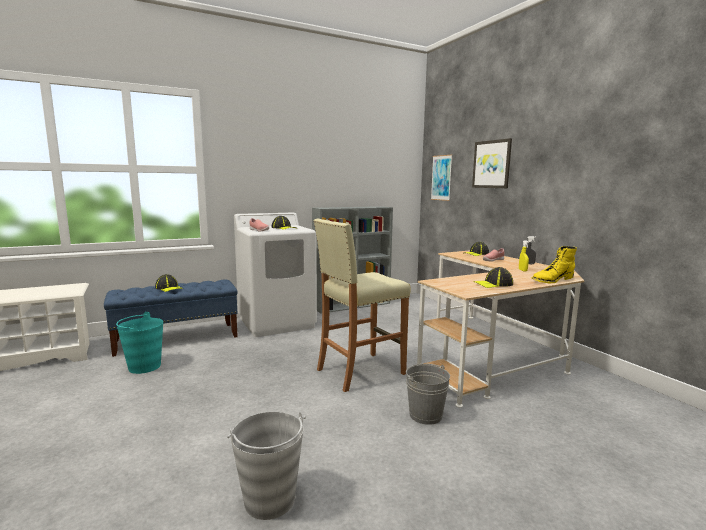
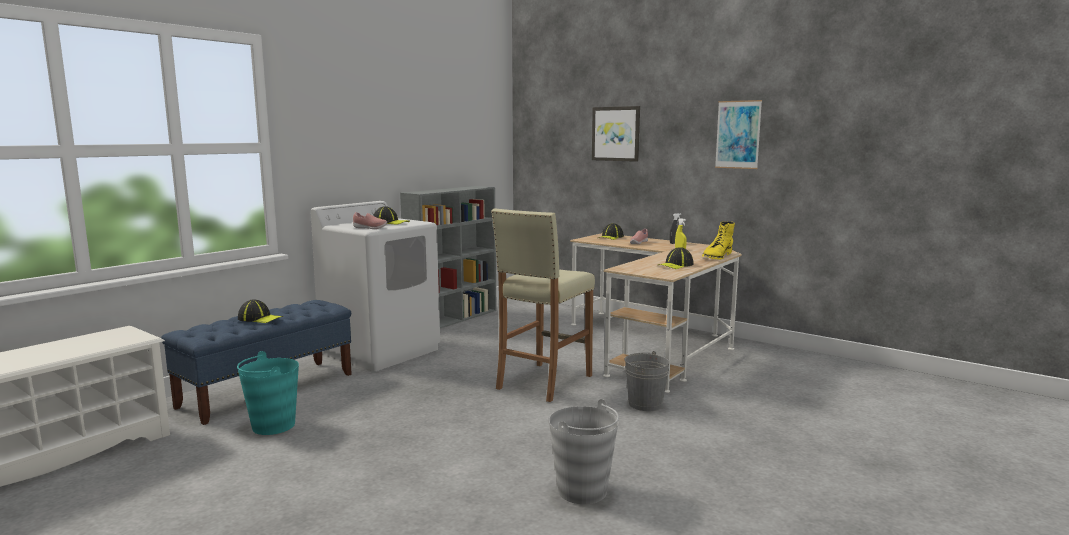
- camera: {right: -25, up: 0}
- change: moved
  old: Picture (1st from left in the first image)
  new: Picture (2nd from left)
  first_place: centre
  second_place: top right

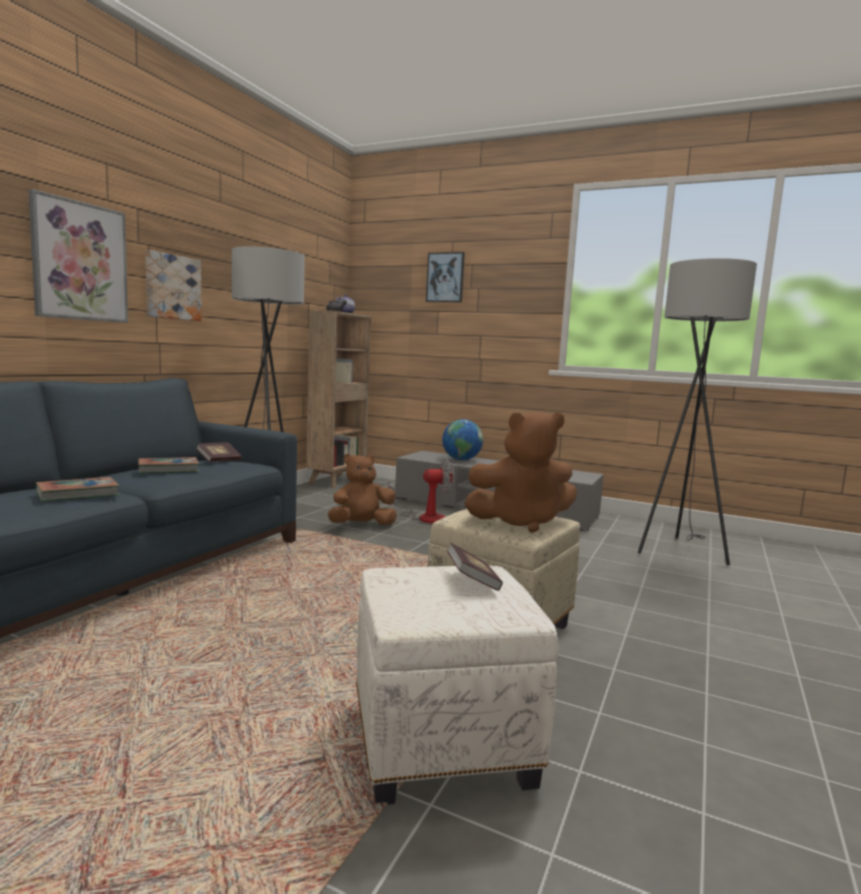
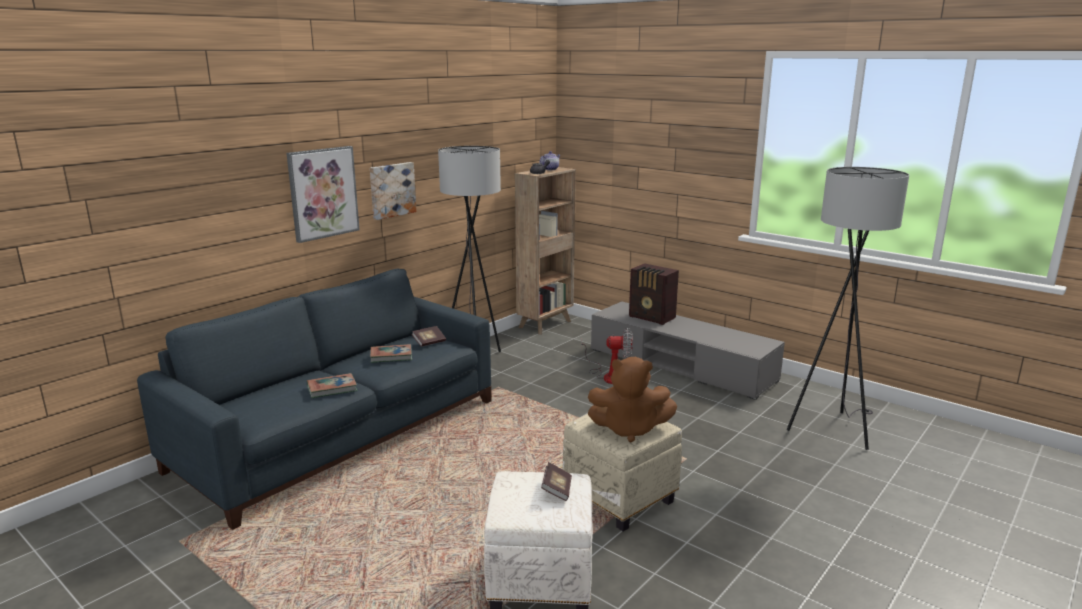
- camera: {right: 15, up: 10}
- change: removed
  old: BrownishPlushToy (1st from left)
  first_place: centre
- change: removed
  old: Picture (3rd from left)
  first_place: top centre
- change: replaced
  old: DeskGlobe
  new: Radio
  first_place: centre
  second_place: centre

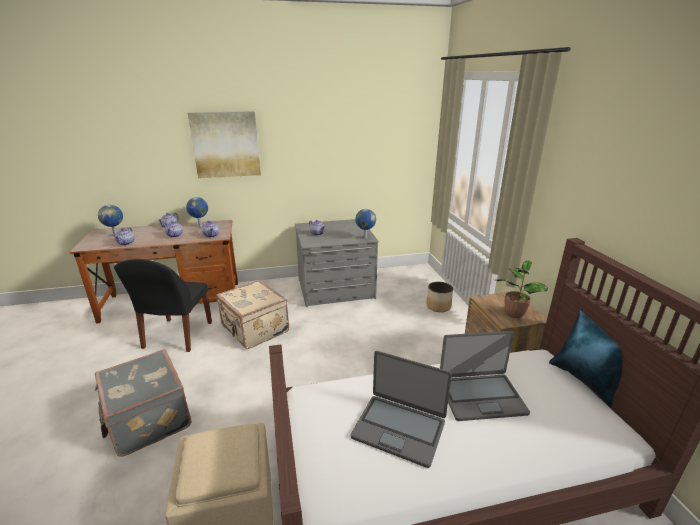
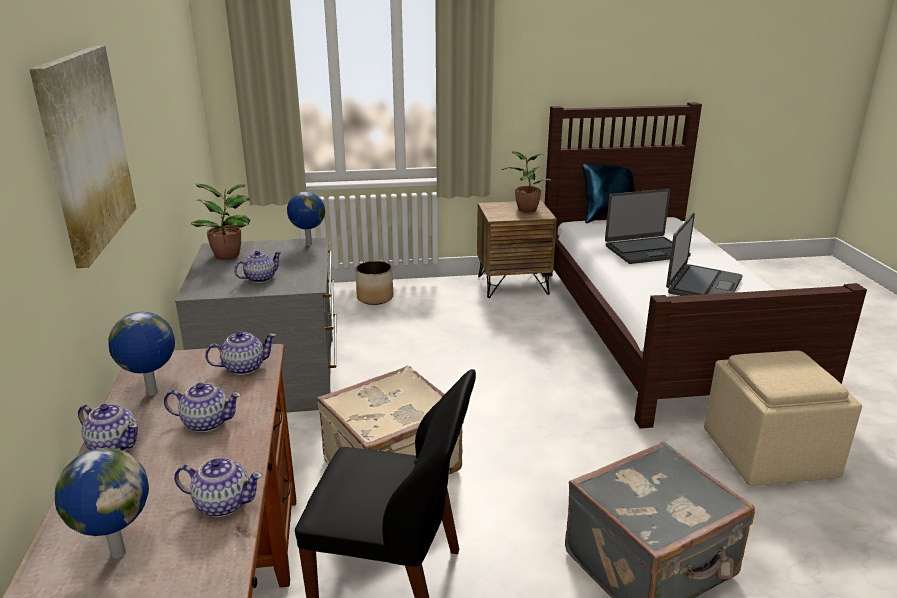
- camera: {right: -85, up: 0}
- change: added
  new: PottedPlant (1st from left)
  second_place: middle left
- change: turned
  old: Laptop (2nd from left in the first image)
  first_place: bottom right
  second_place: middle right
  degrees: 75

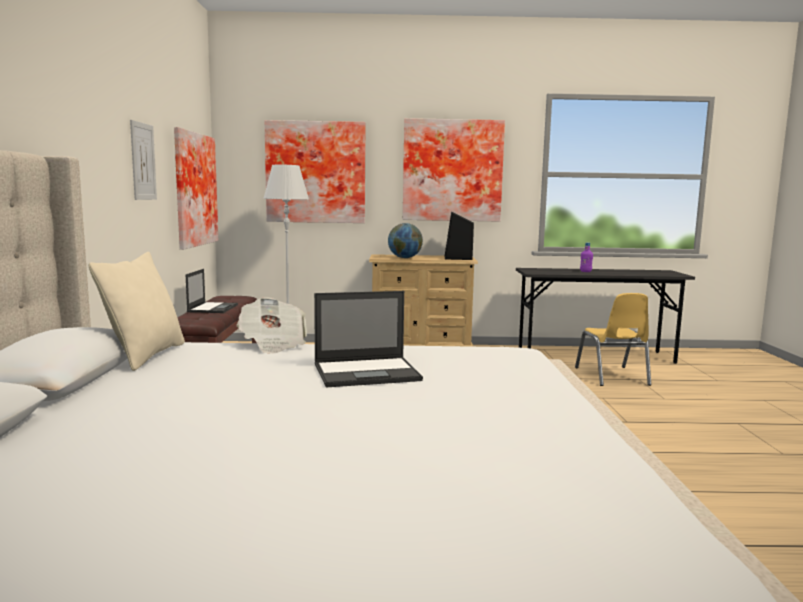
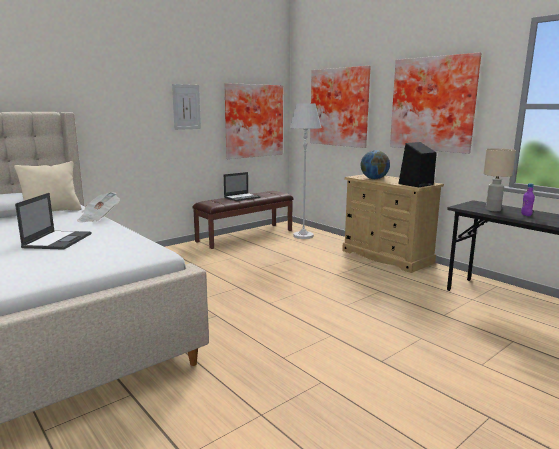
- camera: {right: 50, up: 5}
- change: removed
  old: YellowUprightChair
  first_place: middle right
- change: added
  new: BeigeTabletopLamp
  second_place: middle right
- change: turned
  old: Laptop (2nd from left in the first image)
  first_place: centre
  second_place: middle left
  degrees: -120

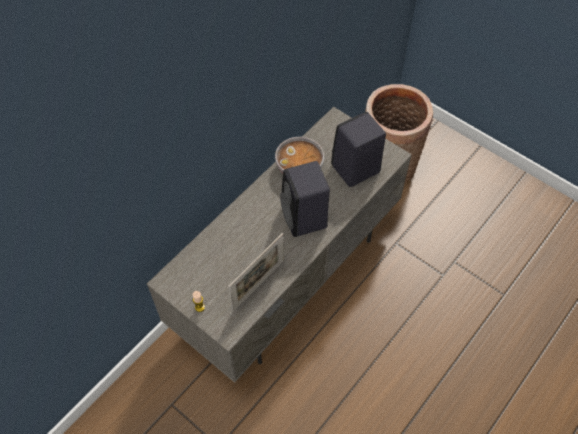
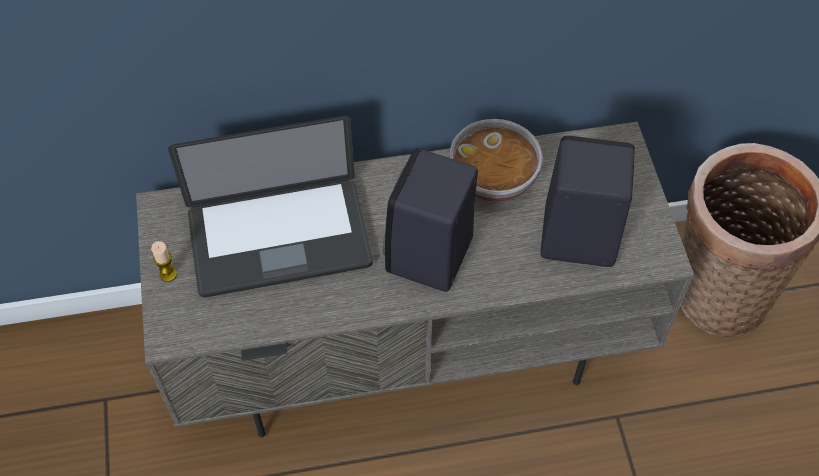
- camera: {right: 40, up: 0}
- change: removed
  old: PictureFrame
  first_place: centre
- change: added
  new: Laptop
  second_place: middle left

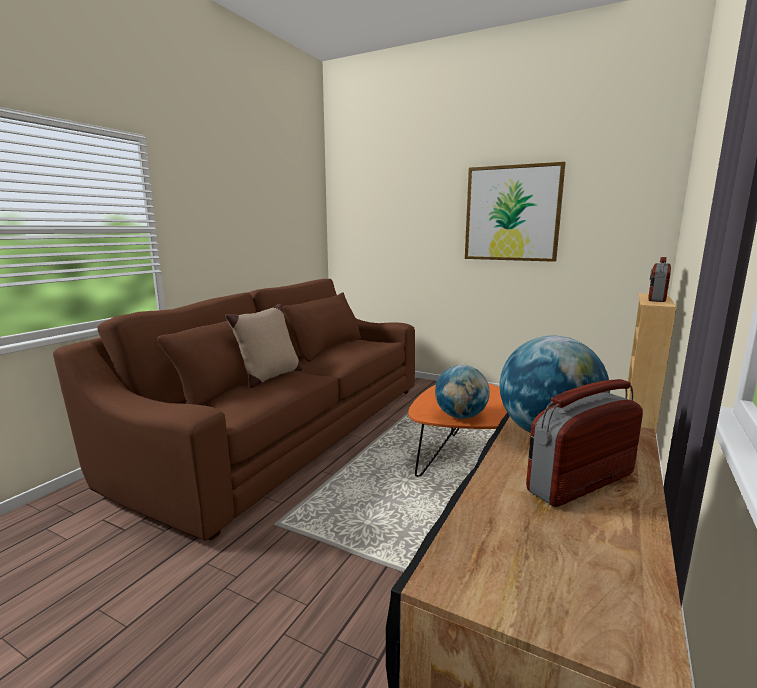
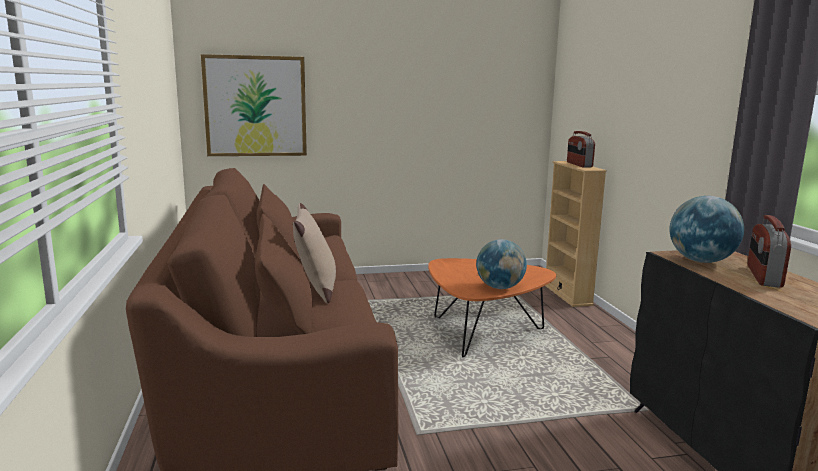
- camera: {right: -40, up: 0}
- change: moved
  old: Picture
  first_place: top right
  second_place: top left

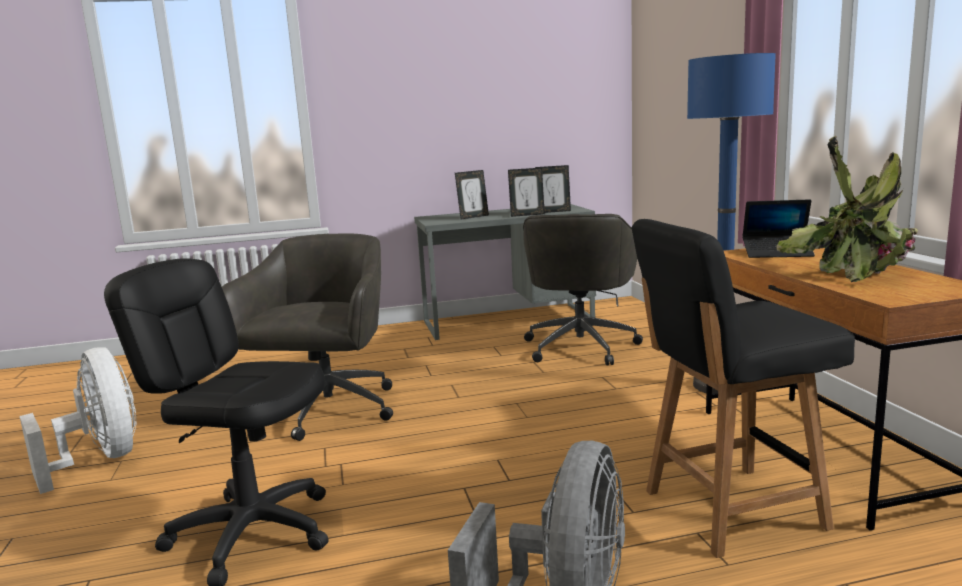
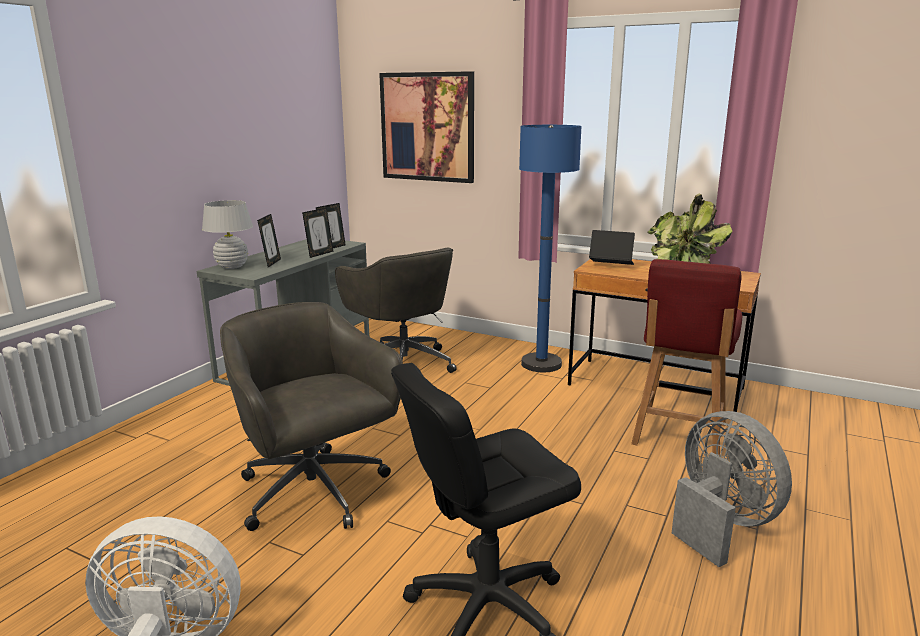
- camera: {right: -50, up: 5}
- change: added
  new: WhiteColouredTabletopLamp
  second_place: middle left
- change: added
  new: Picture
  second_place: top centre
- change: recoloured
  old: BlackishUprightChair
  new: RedUprightChair
  first_place: middle right
  second_place: middle right
- change: turned
  old: Laptop
  first_place: middle right
  second_place: centre
  degrees: -120

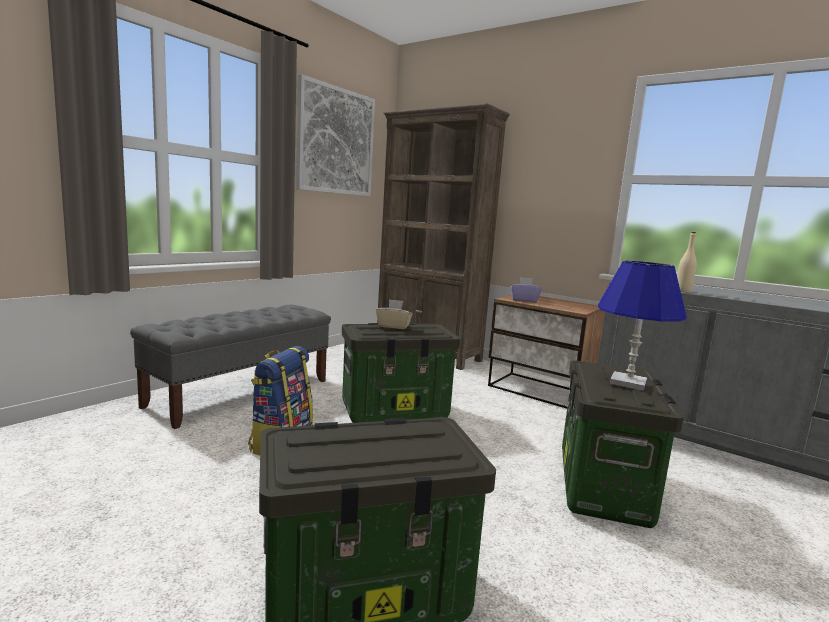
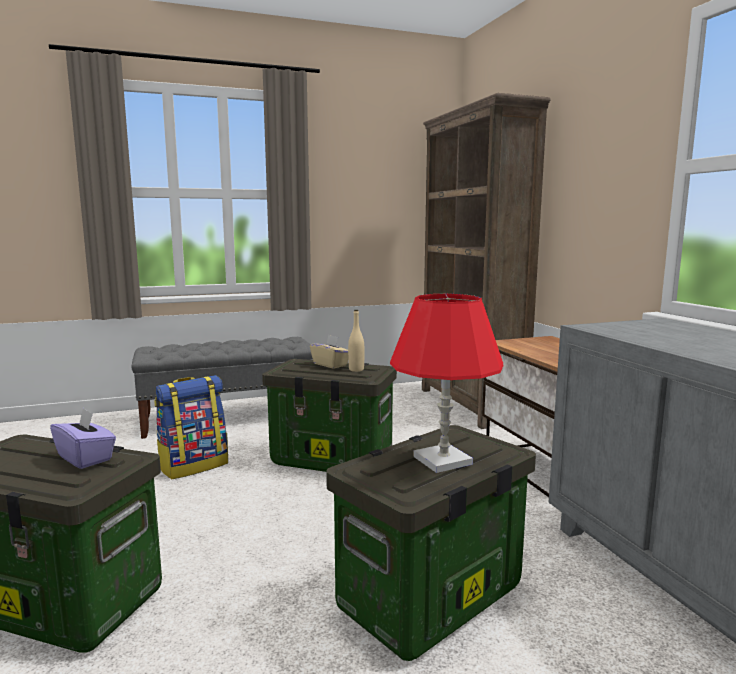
- camera: {right: 35, up: 0}
- change: removed
  old: Picture
  first_place: top centre
- change: moved
  old: PurpleColouredBoxOfTissues
  first_place: centre
  second_place: middle left
- change: moved
  old: BeigeBeverageBottle
  first_place: middle right
  second_place: centre
- change: recoloured
  old: BlueColouredTabletopLamp
  new: RedTabletopLamp
  first_place: middle right
  second_place: centre

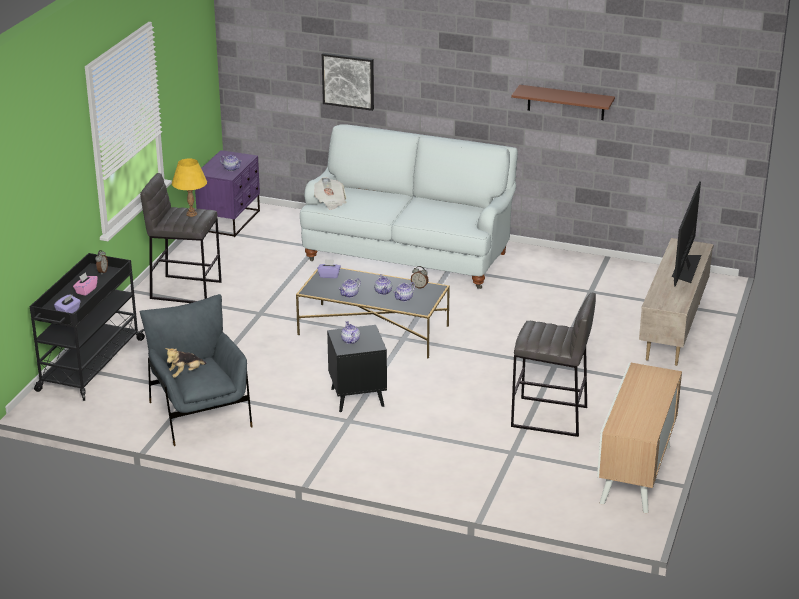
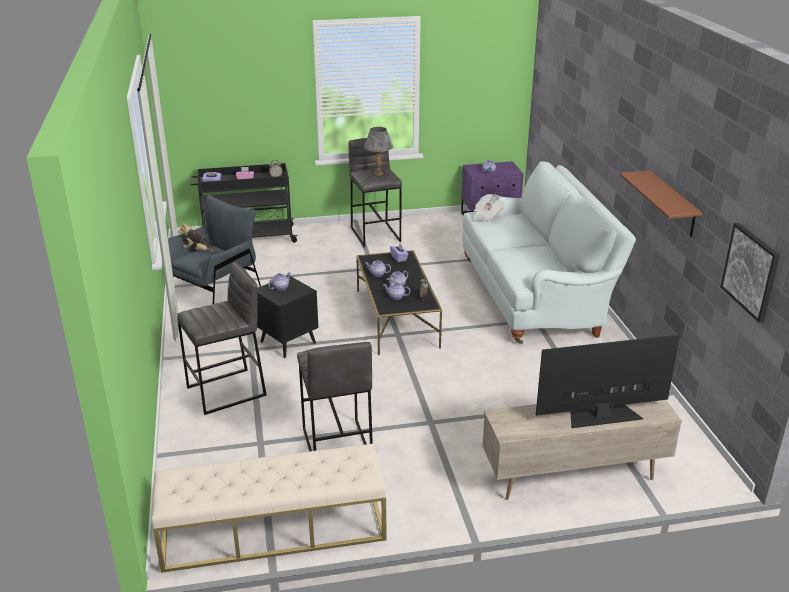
- camera: {right: 60, up: 0}
- change: added
  new: GreyStool (1st from left)
  second_place: middle left
- change: moved
  old: Picture
  first_place: top centre
  second_place: middle right
- change: replaced
  old: Cupboard
  new: BeigeLongSeat
  first_place: bottom right
  second_place: bottom centre
- change: recoloured
  old: YellowTabletopLamp
  new: GreyTabletopLamp
  first_place: top left
  second_place: top centre

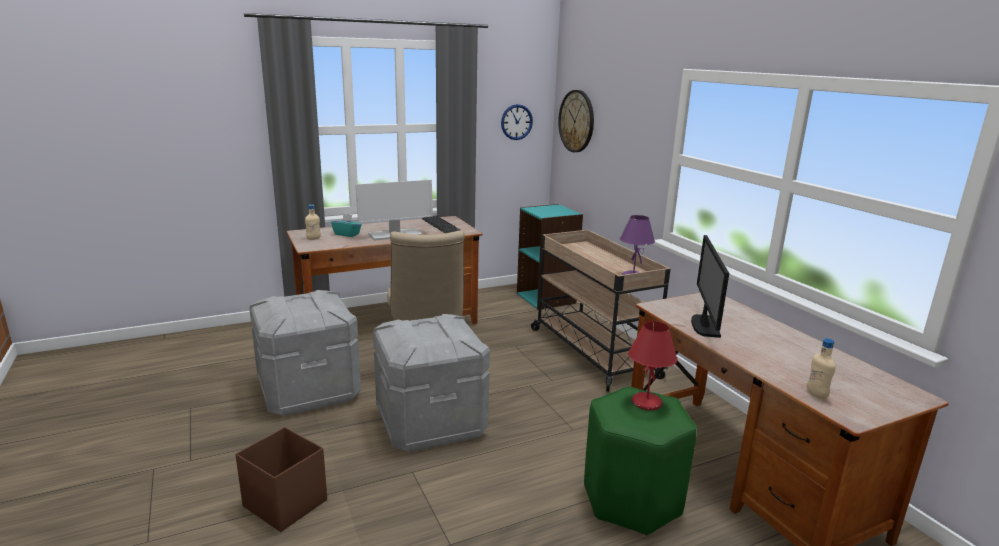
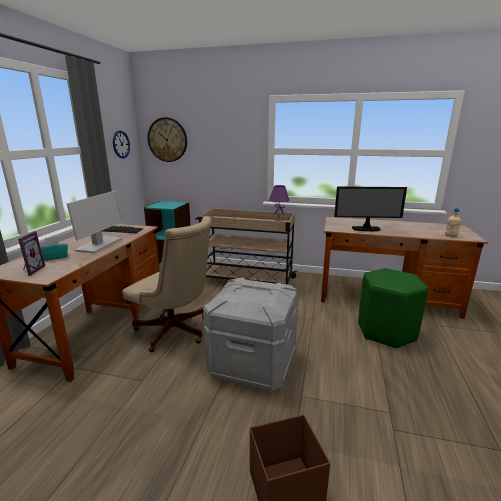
- camera: {right: -50, up: 0}
- change: removed
  old: GreyStorageBin (1st from left)
  first_place: middle left
- change: removed
  old: RedTabletopLamp
  first_place: bottom centre
- change: replaced
  old: BeigeBeverageBottle (1st from left)
  new: PictureFrame
  first_place: middle left
  second_place: middle left
- change: turned
  old: Monitor (2nd from left)
  first_place: middle right
  second_place: middle right
  degrees: -45

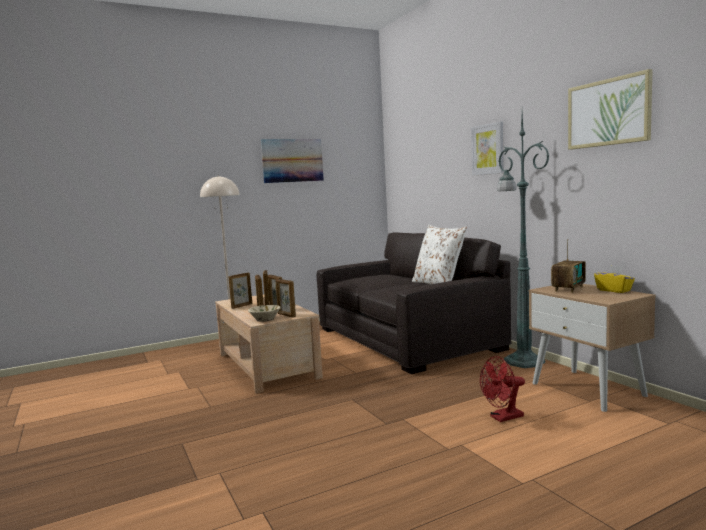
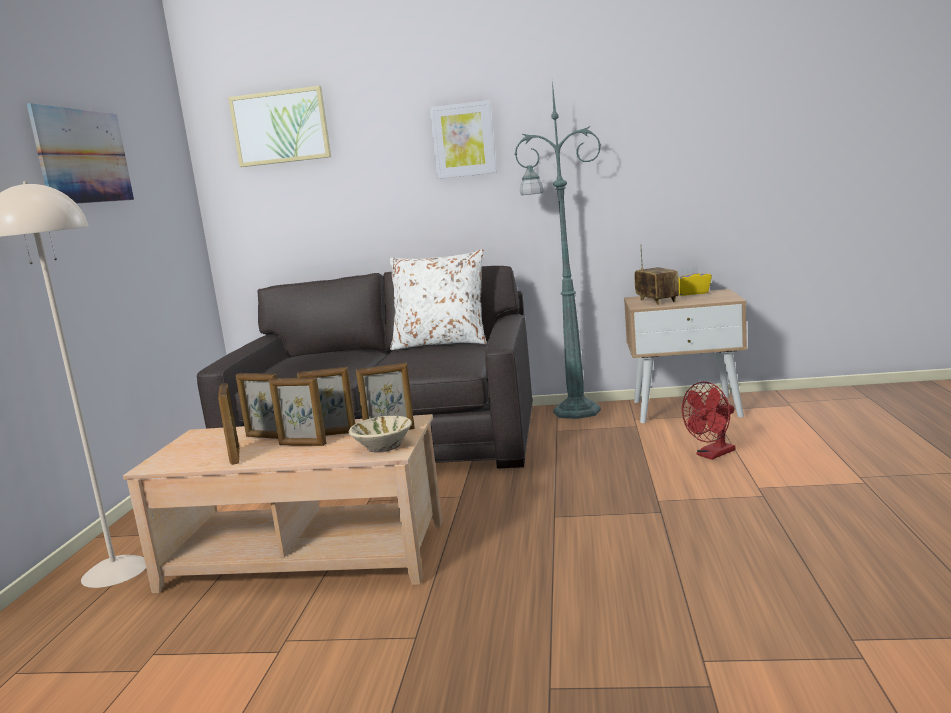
- camera: {right: -55, up: 5}
- change: moved
  old: Picture (3rd from left in the first image)
  new: Picture (2nd from left)
  first_place: top right
  second_place: top left
- change: turned
  old: RedFan
  first_place: bottom right
  second_place: middle right
  degrees: 45

